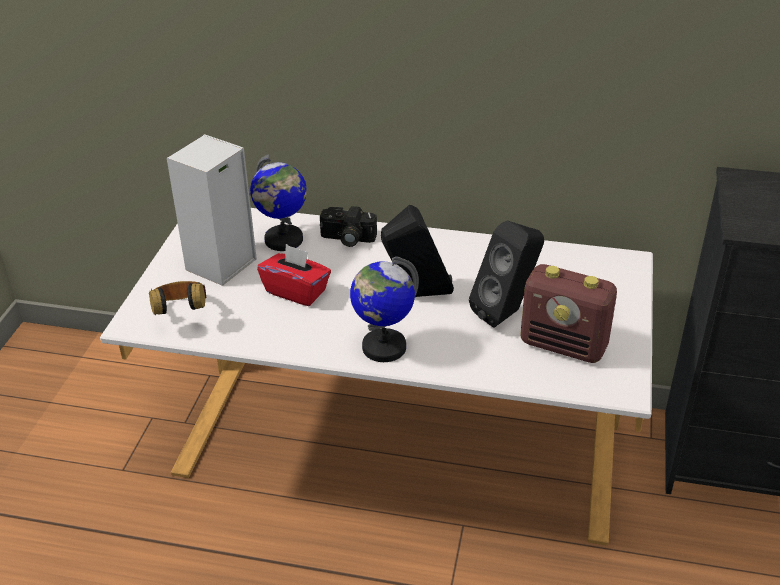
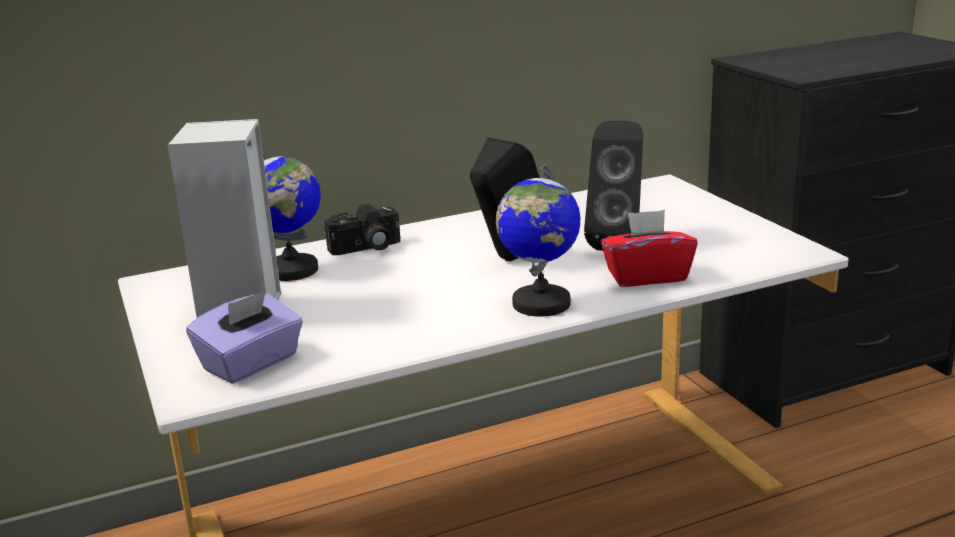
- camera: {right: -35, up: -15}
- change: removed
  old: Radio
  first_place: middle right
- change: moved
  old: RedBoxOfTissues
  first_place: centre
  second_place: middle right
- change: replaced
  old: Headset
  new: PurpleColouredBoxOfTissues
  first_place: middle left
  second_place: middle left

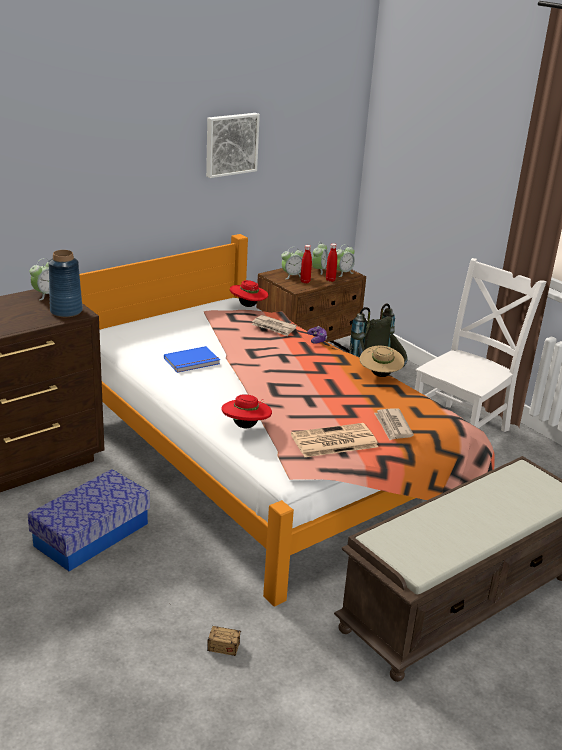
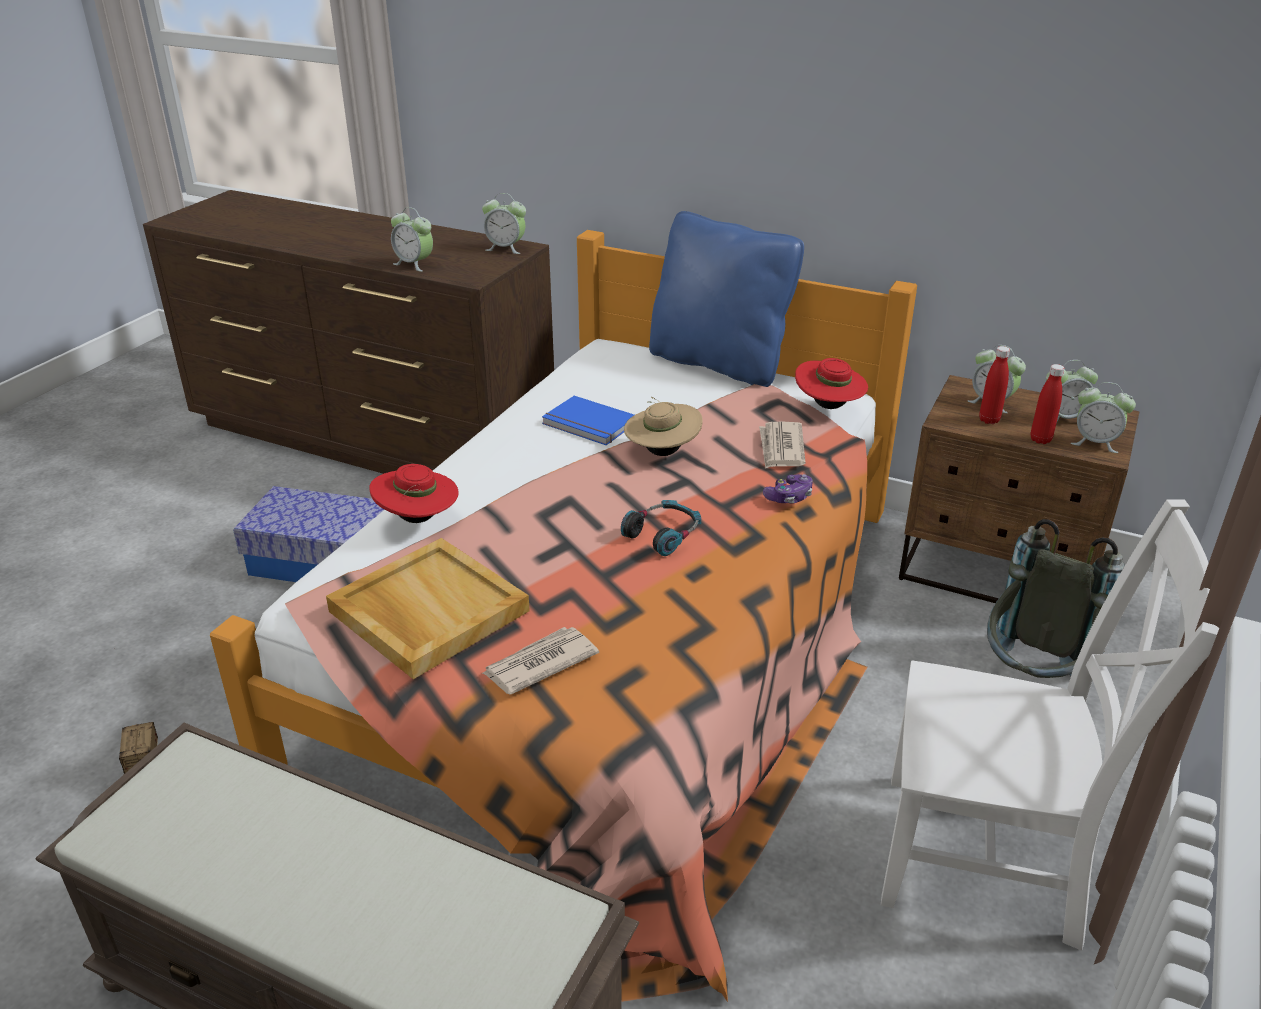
- camera: {right: 65, up: 5}
- change: removed
  old: BlueColouredVase
  first_place: middle left
- change: removed
  old: Picture
  first_place: top centre
- change: added
  new: BedsideClock (1st from left)
  second_place: top left
- change: added
  new: Headset
  second_place: centre
- change: added
  new: BlueColouredPillow
  second_place: top centre
- change: moved
  old: BeigeHat
  first_place: middle right
  second_place: centre
- change: replaced
  old: DailyPaper (2nd from left)
  new: BeigeServingTray
  first_place: centre
  second_place: centre

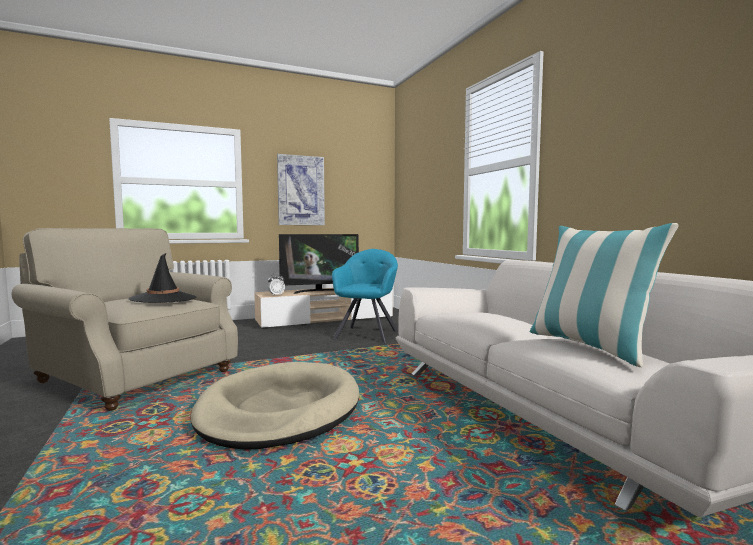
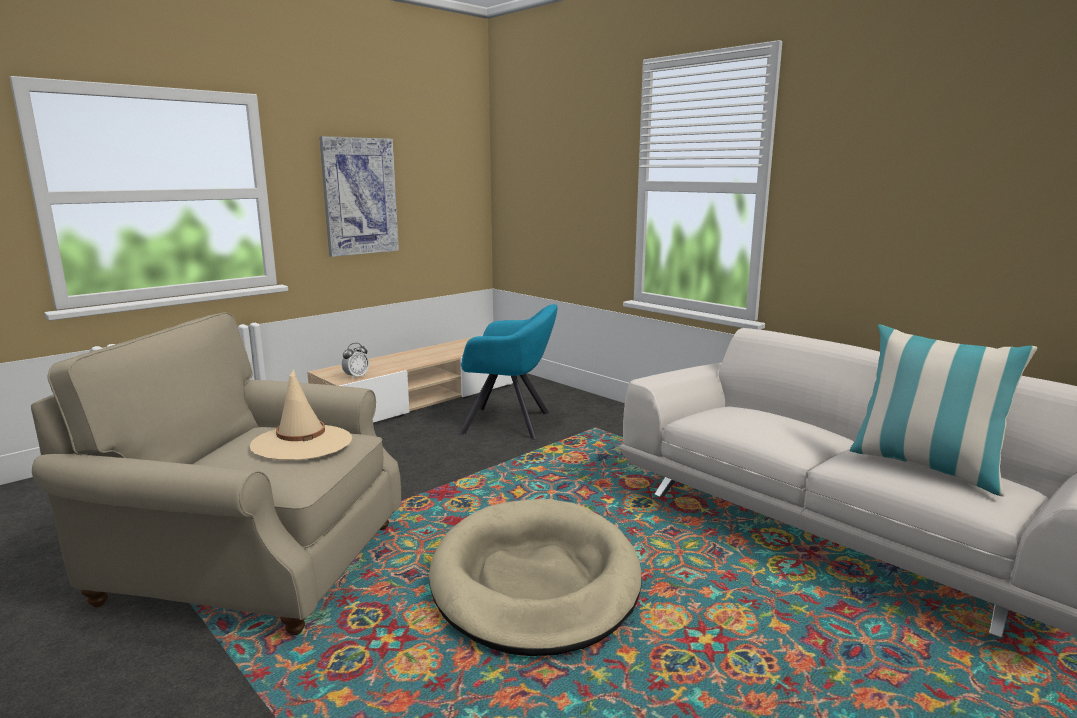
- camera: {right: -20, up: 10}
- change: removed
  old: TvSet
  first_place: centre
- change: recoloured
  old: BlackishHat
  new: BeigeHat
  first_place: middle left
  second_place: middle left
- change: turned
  old: TurquoiseLoungeChair
  first_place: centre
  second_place: centre
  degrees: 105

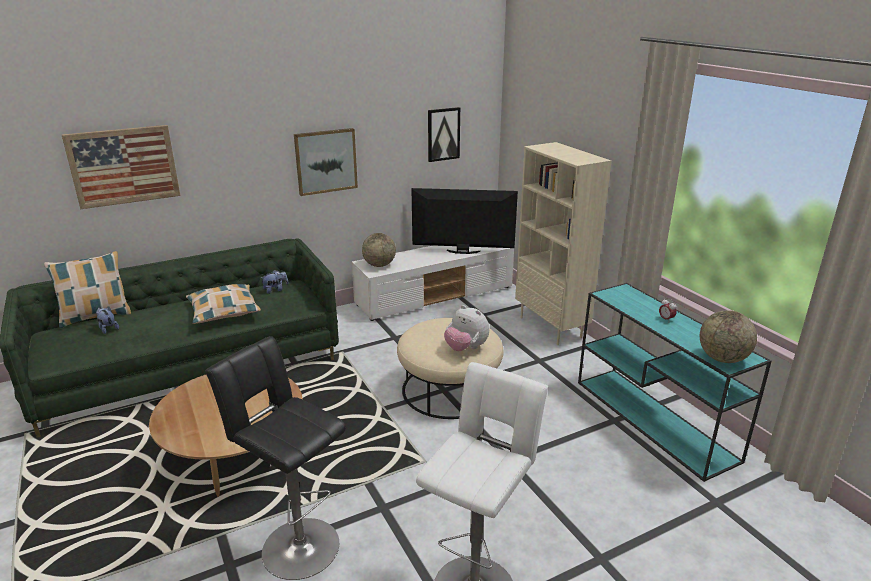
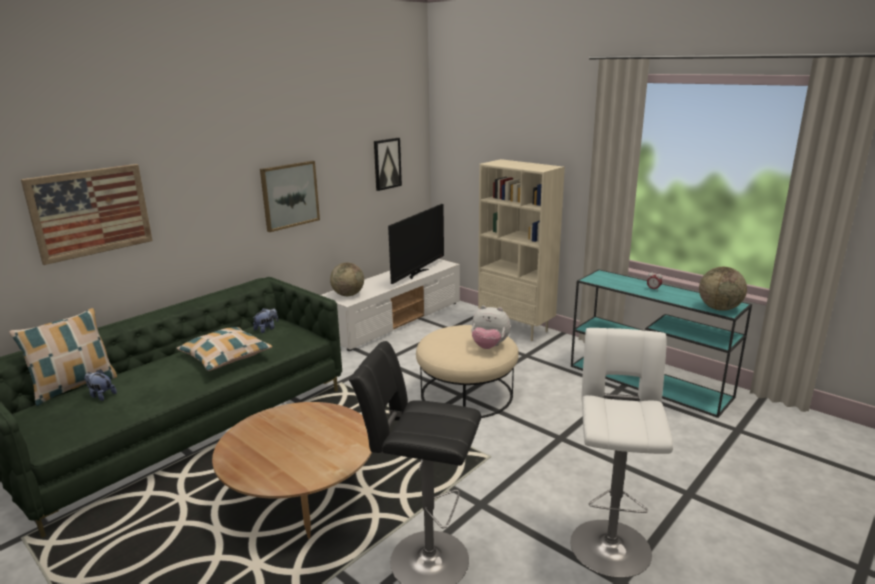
- camera: {right: -20, up: -5}
- change: turned
  old: TvSet
  first_place: centre
  second_place: centre
  degrees: 135

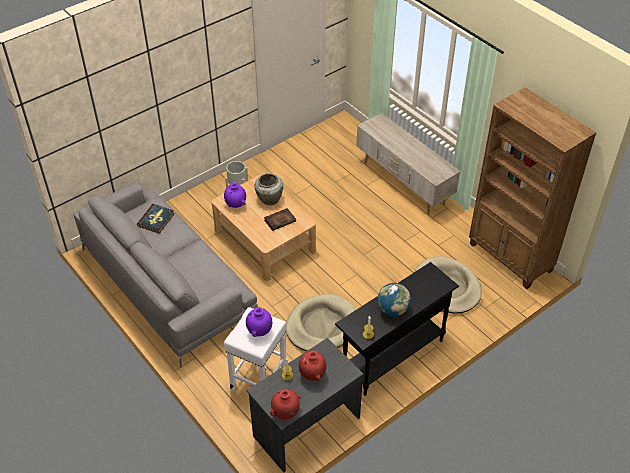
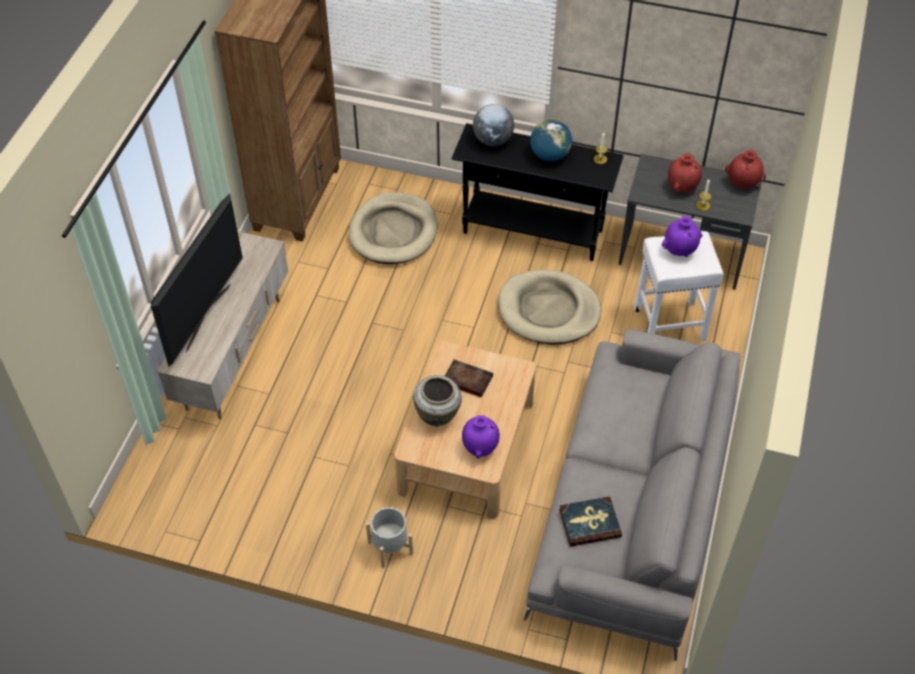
- camera: {right: -125, up: 5}
- change: added
  new: TvSet
  second_place: middle left
- change: added
  new: DeskGlobe (1st from left)
  second_place: top centre

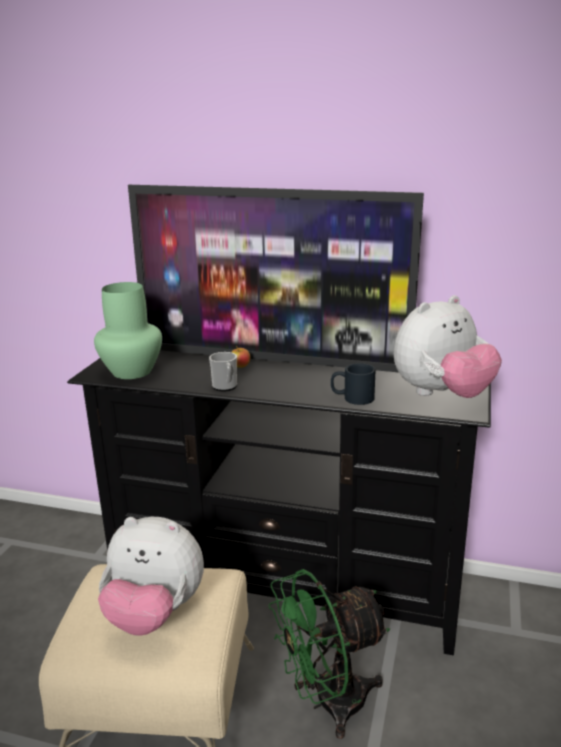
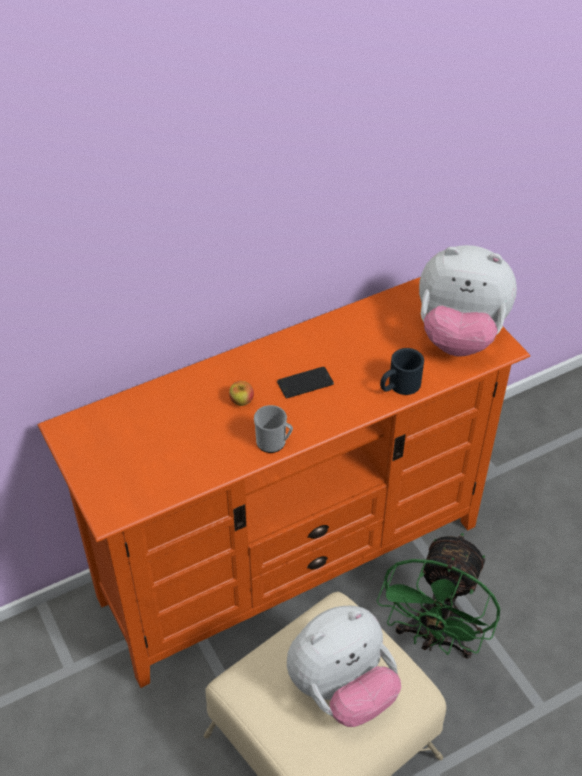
- camera: {right: -45, up: 25}
- change: removed
  old: GreenVase
  first_place: middle left
- change: removed
  old: TvSet
  first_place: centre
- change: added
  new: Handset
  second_place: centre
- change: recoloured
  old: BlackishTvUnit
  new: OrangeTvUnit
  first_place: bottom centre
  second_place: centre
- change: turned
  old: PlushToy (2nd from left)
  first_place: middle right
  second_place: middle right
  degrees: 90

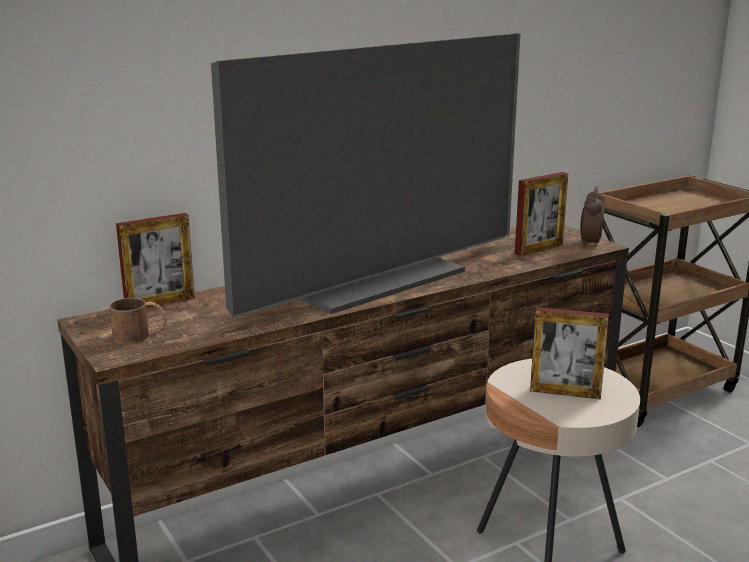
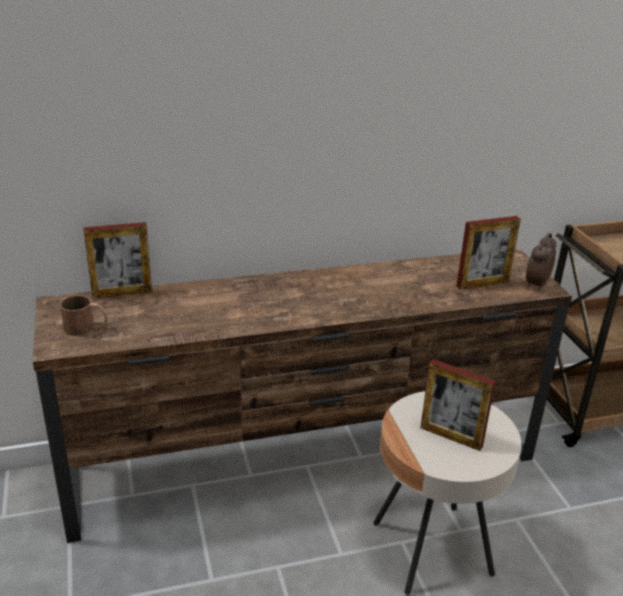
- camera: {right: 15, up: 10}
- change: removed
  old: TvSet
  first_place: top centre

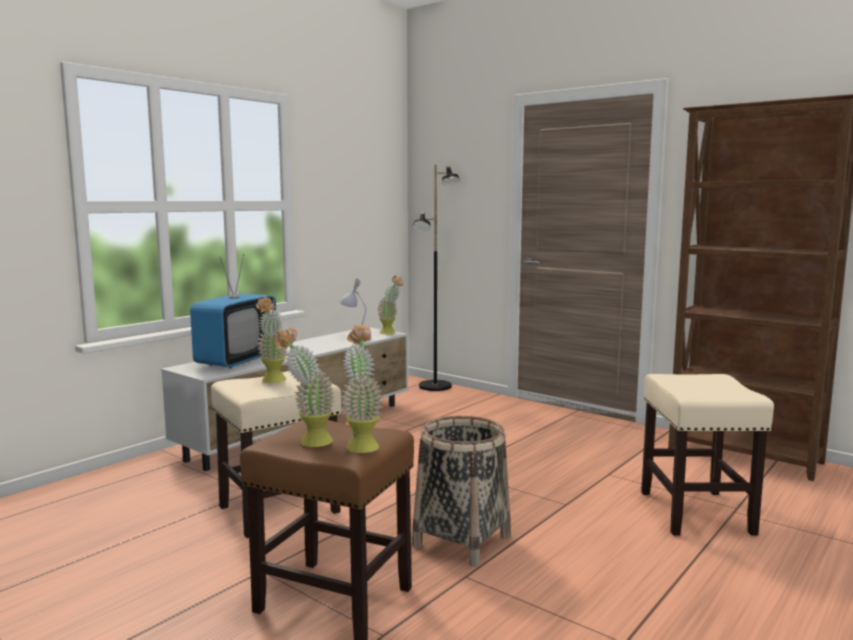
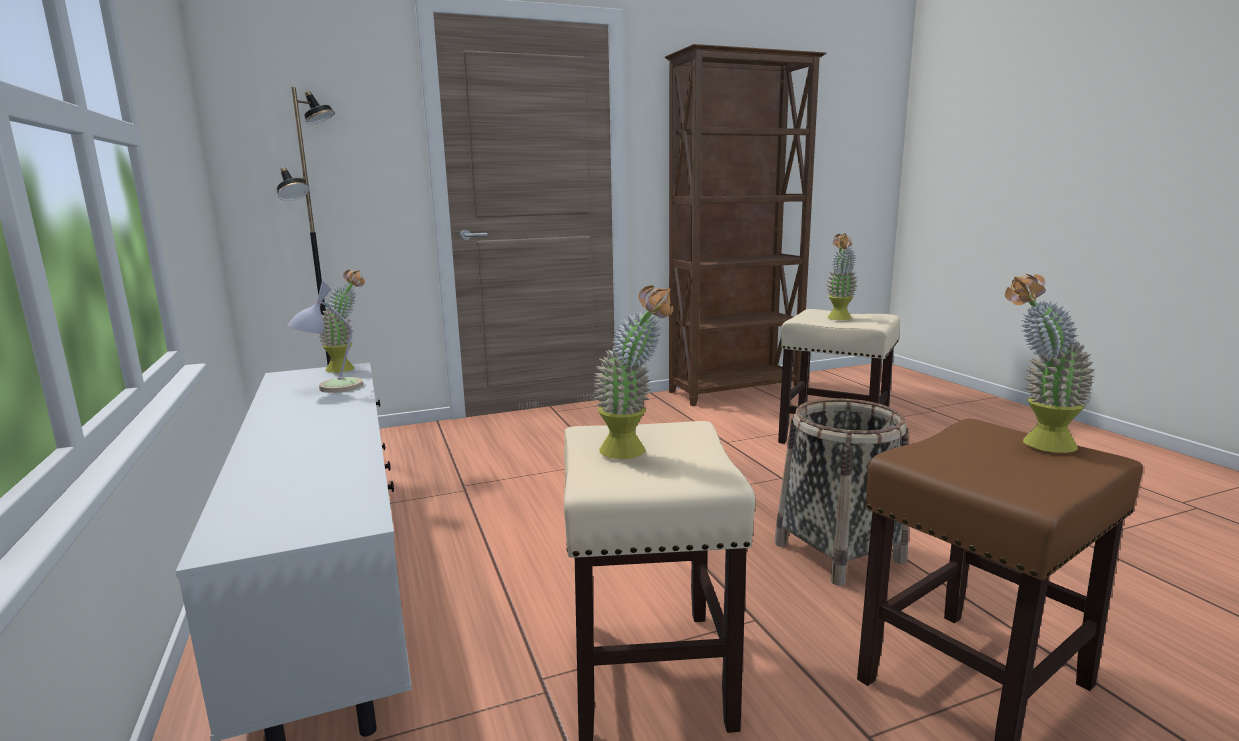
- camera: {right: -60, up: 5}
- change: removed
  old: TvSet
  first_place: middle left
- change: moved
  old: PottedPlant (2nd from left in the first image)
  new: PottedPlant (3rd from left)
  first_place: centre
  second_place: middle right

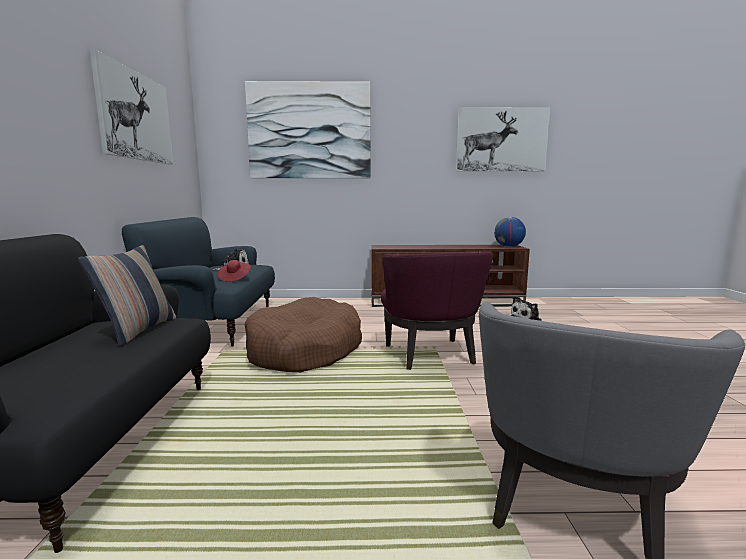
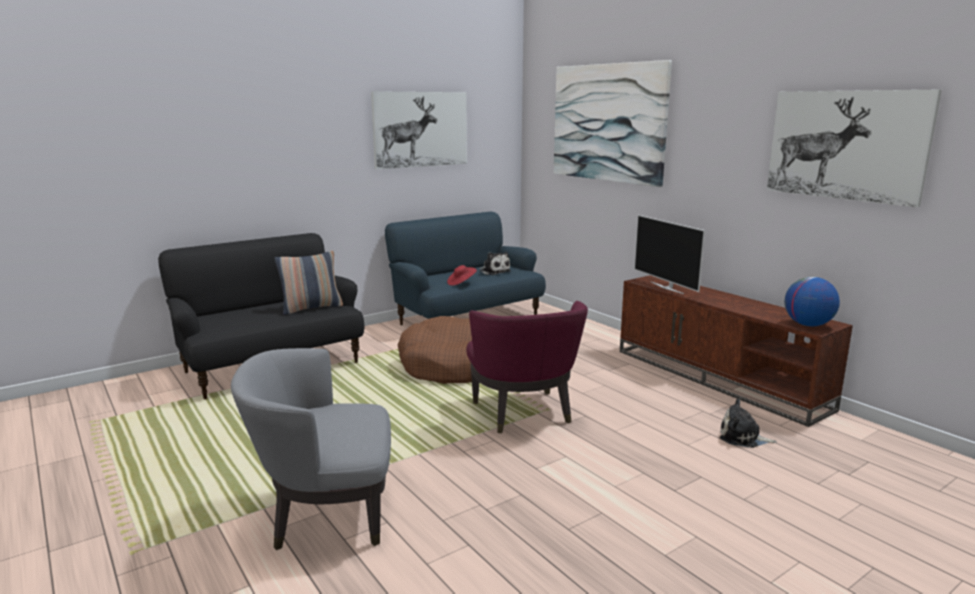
- camera: {right: 55, up: 5}
- change: added
  new: TvSet
  second_place: middle right
- change: turned
  old: PurpleColouredLoungeChair
  first_place: centre
  second_place: centre
  degrees: -60

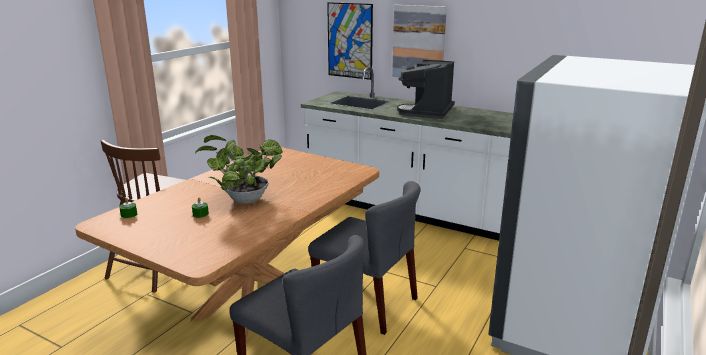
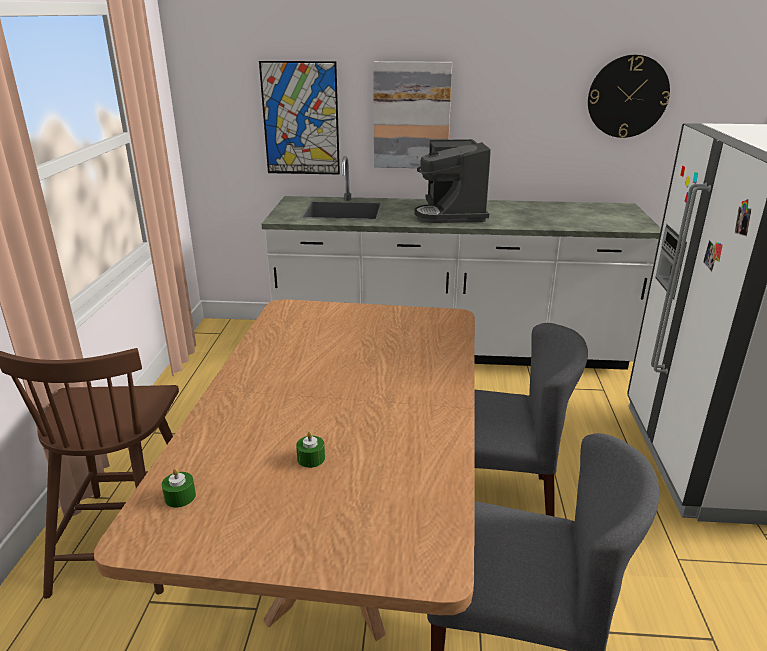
- camera: {right: -25, up: 5}
- change: removed
  old: PottedPlant
  first_place: centre
- change: added
  new: ClockOnTheWall
  second_place: top right

